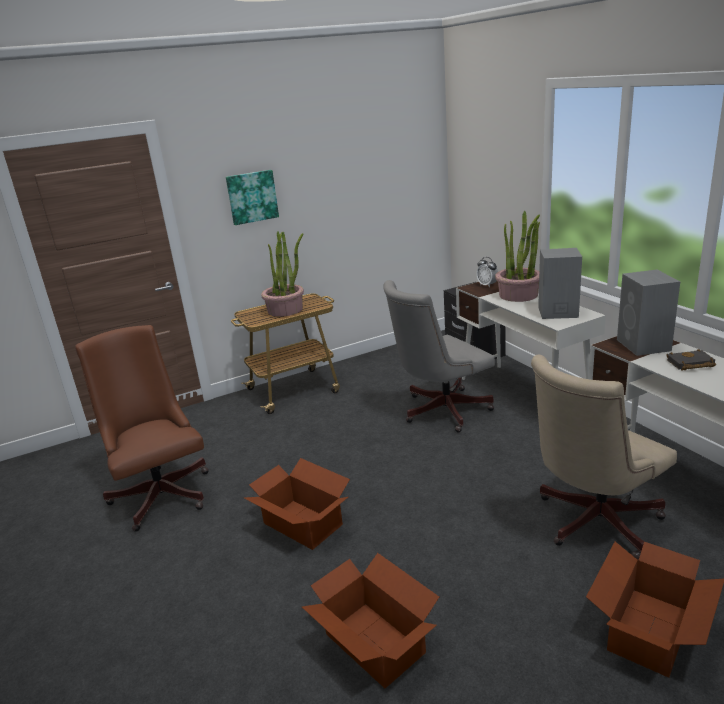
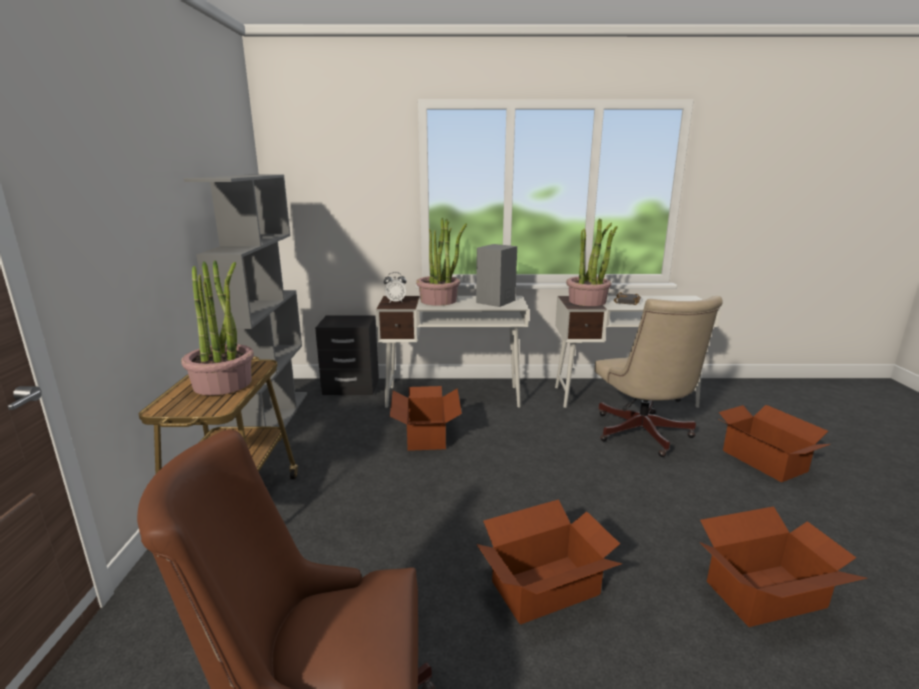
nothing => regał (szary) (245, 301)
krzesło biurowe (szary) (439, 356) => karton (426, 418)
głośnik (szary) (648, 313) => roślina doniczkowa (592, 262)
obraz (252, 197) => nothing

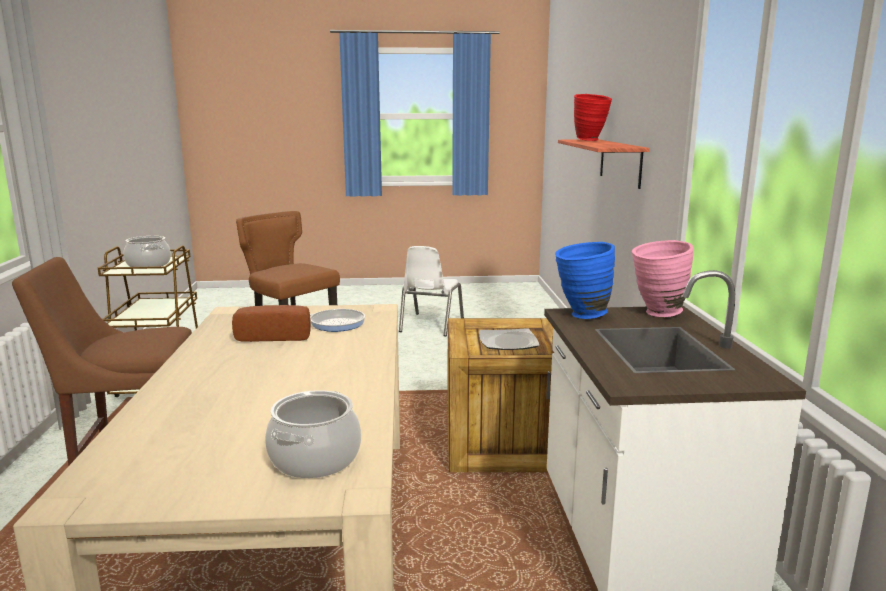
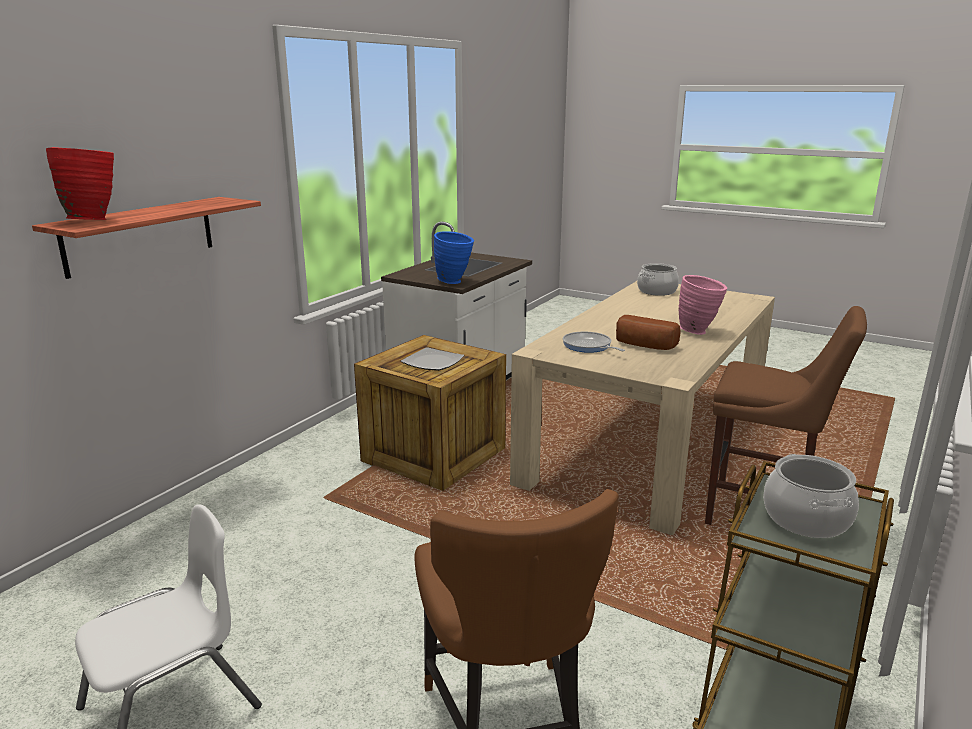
wazon (różowy) (662, 278) => wazon (różowy) (703, 305), relocated

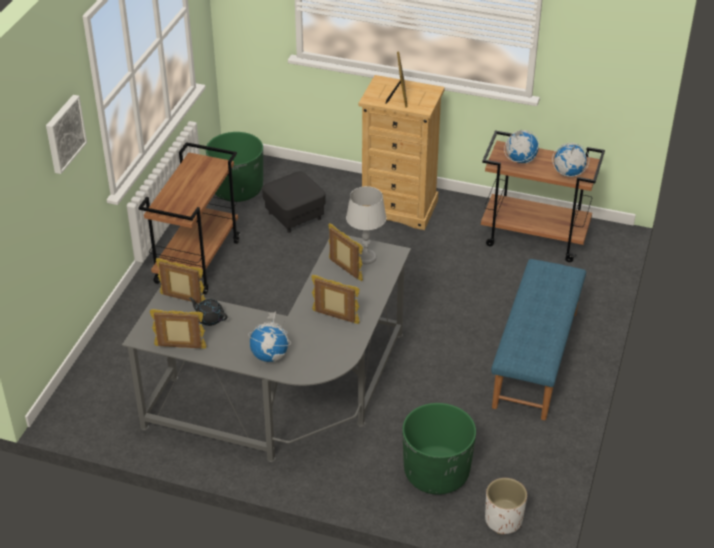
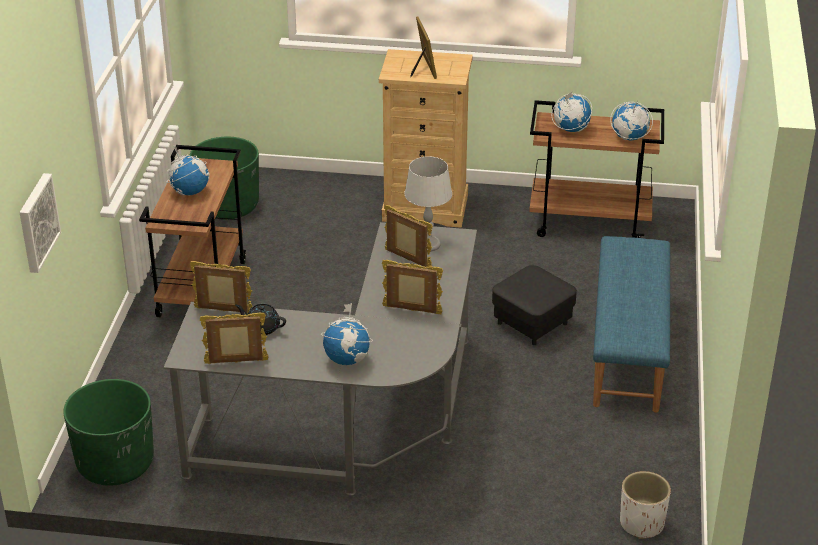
obraz (66, 134) => obraz (40, 223), relocated
donica (zielony) (439, 449) => donica (zielony) (108, 432), relocated
nothing => globus (188, 171)
pufa (czarny) (294, 202) => pufa (czarny) (534, 305), relocated

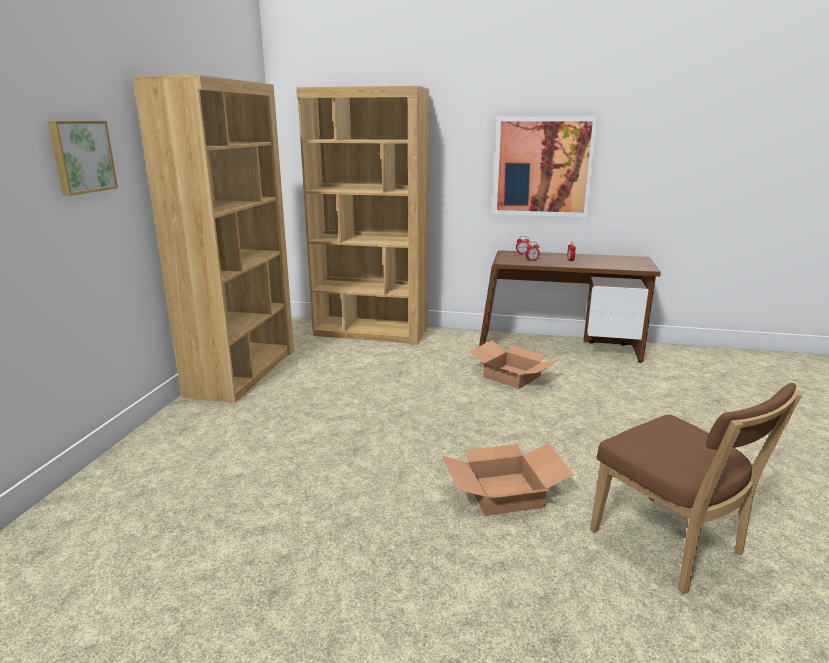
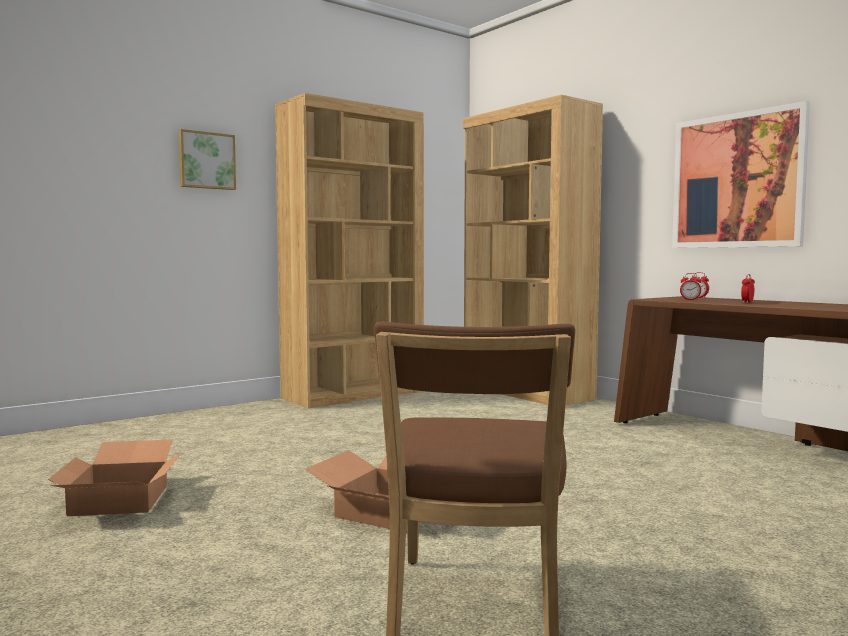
karton (514, 365) => karton (114, 478), relocated

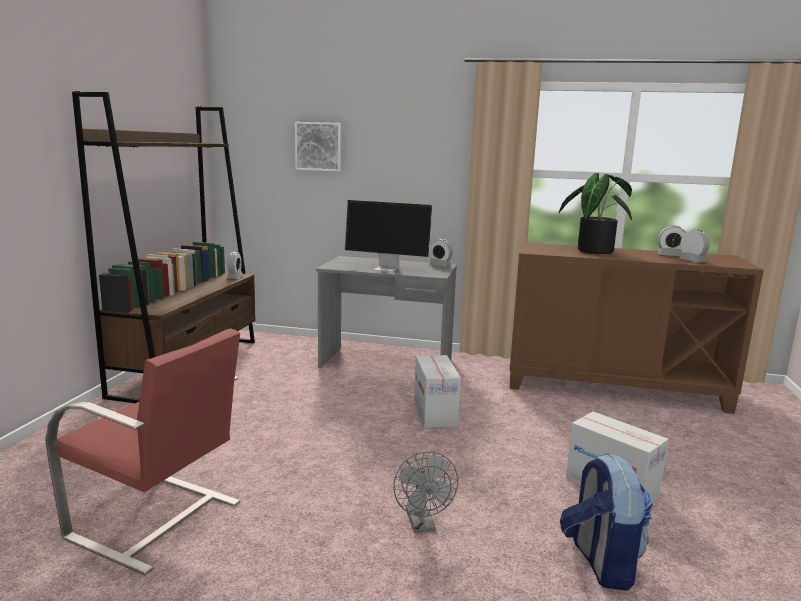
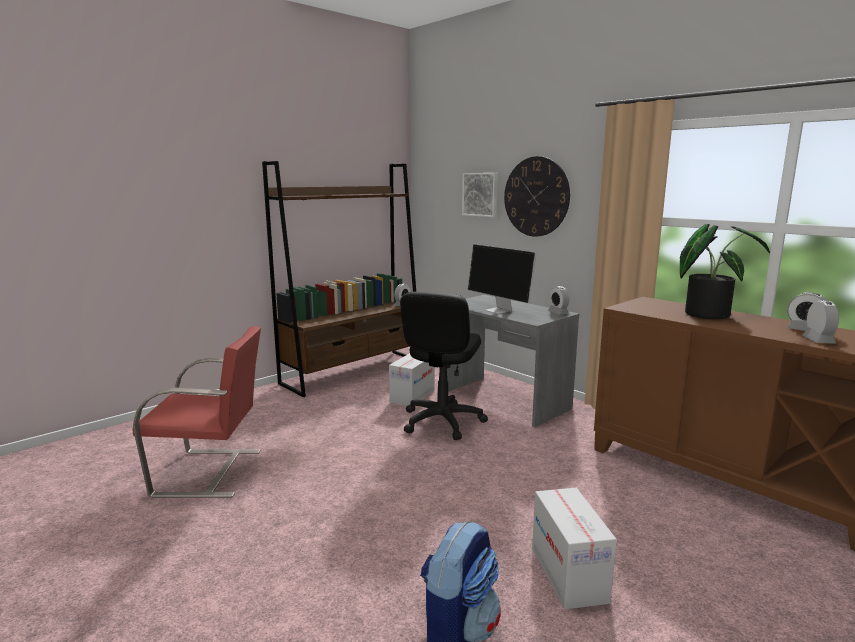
krzesło (czerwony) (142, 451) => krzesło (czerwony) (196, 412), 60 degrees counterclockwise
karton (437, 391) => karton (412, 379), relocated
nothing => krzesło biurowe (czarny) (444, 366)
nothing => zegar ścienny (537, 196)
wentylator (szary) (425, 492) => nothing

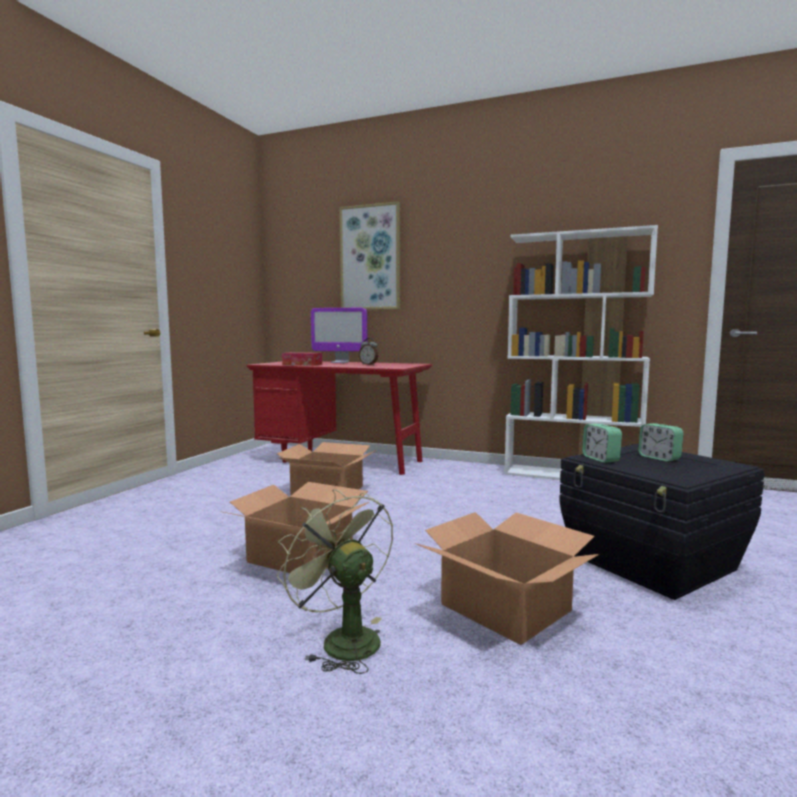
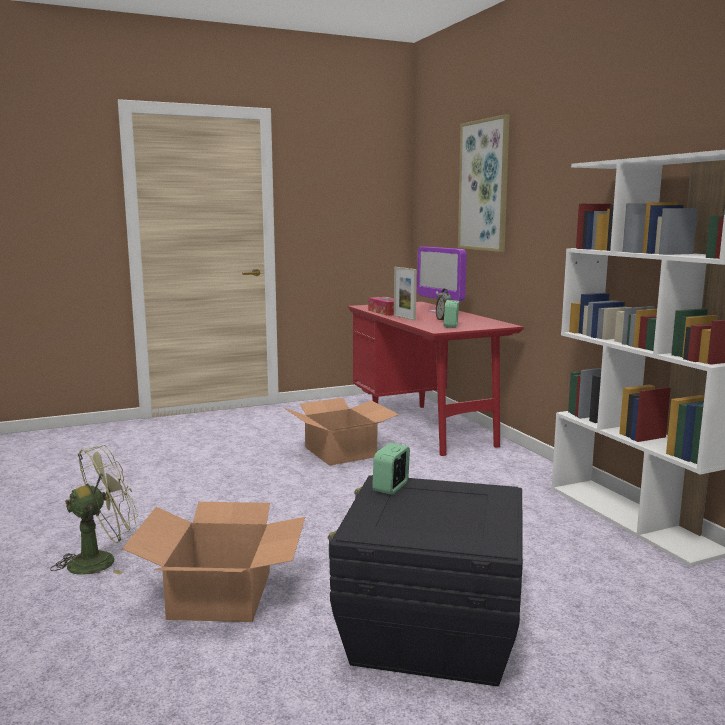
wentylator (zielony) (335, 581) => wentylator (zielony) (94, 510), 45 degrees clockwise
nothing => ramka na zdjęcie (405, 294)
budzik (660, 442) => budzik (451, 314), relocated
karton (296, 527) => nothing

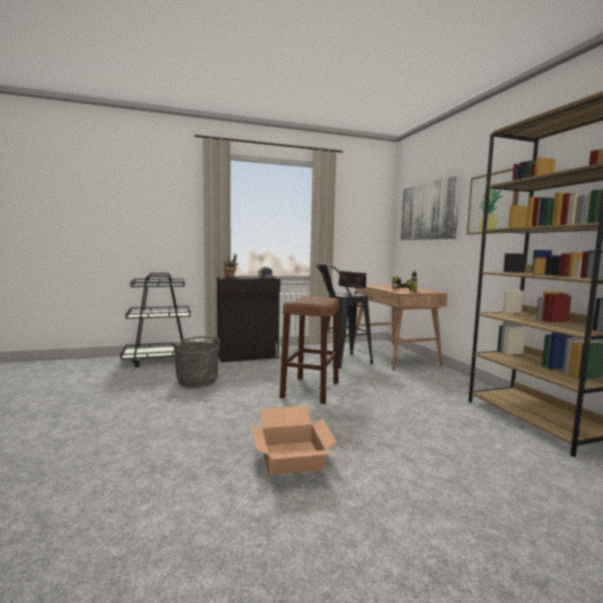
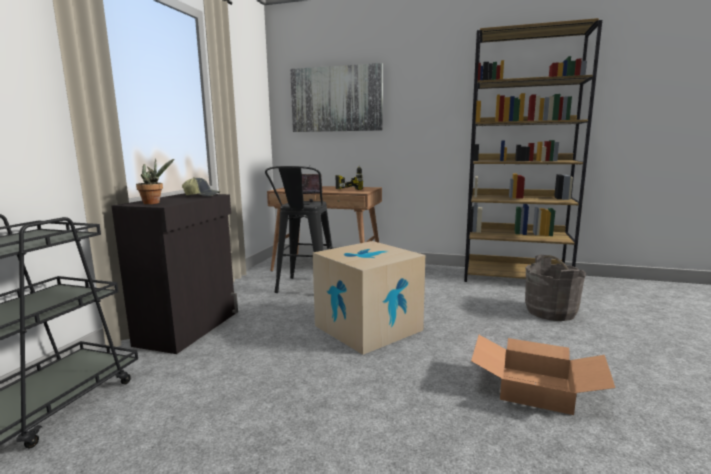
stołek (brązowy) (310, 350) => karton (369, 298)
wiadro (szary) (196, 362) => wiadro (szary) (555, 288), relocated
obraz (493, 201) => nothing

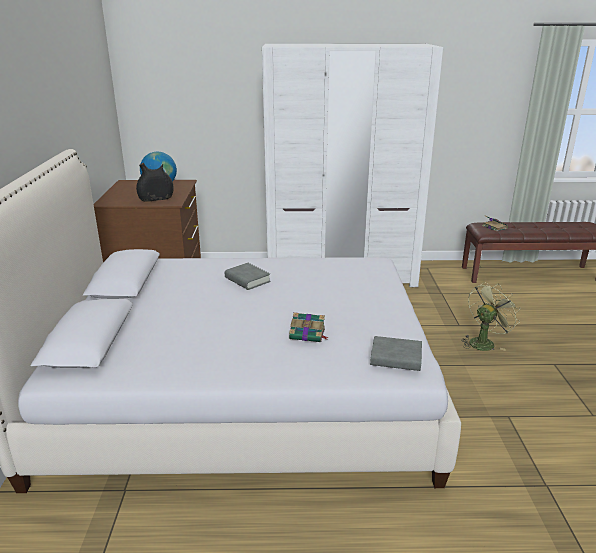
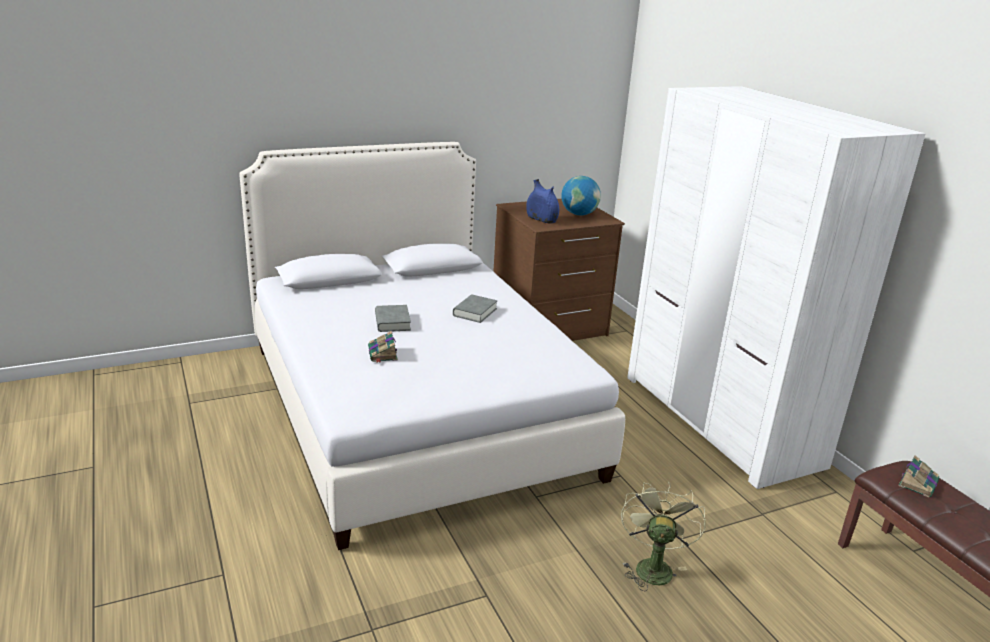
książka (szary) (396, 353) => książka (szary) (393, 318), relocated
wazon (czarny) (155, 182) => wazon (niebieski) (542, 201)
wentylator (zielony) (491, 316) => wentylator (zielony) (663, 536), 105 degrees counterclockwise

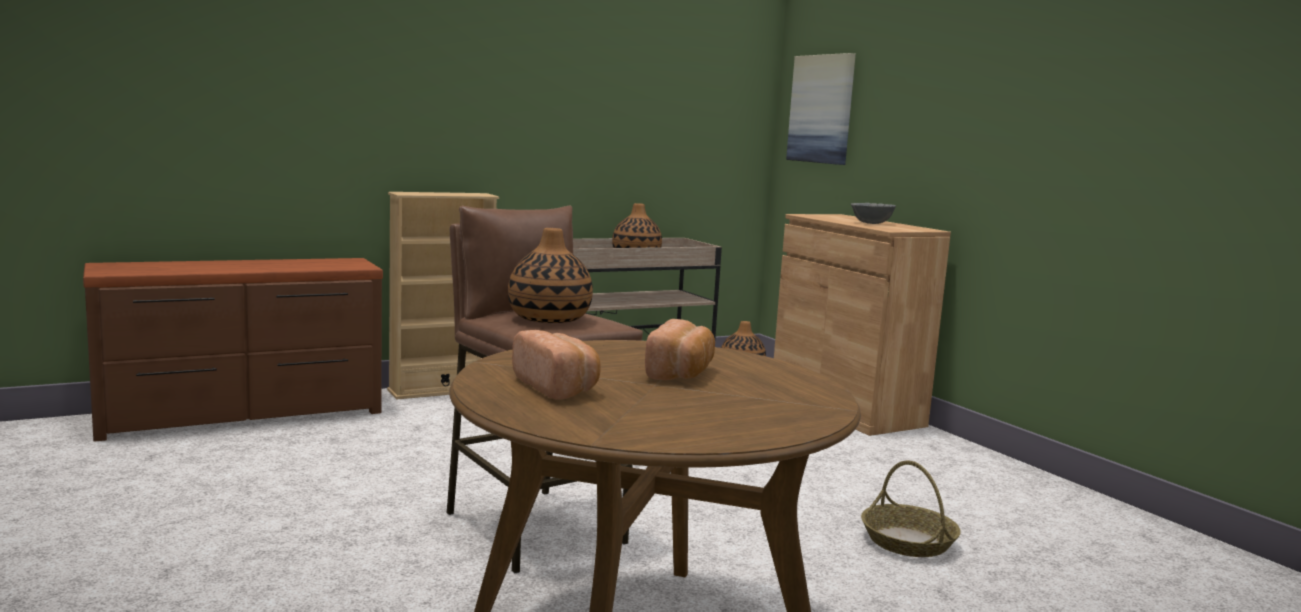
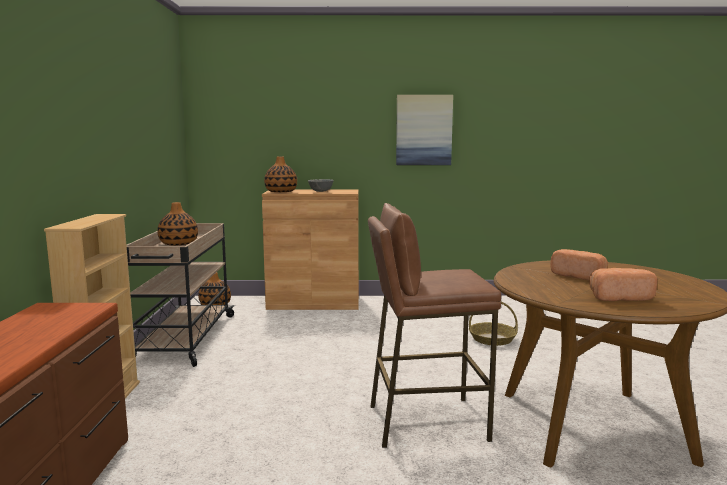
wazon (550, 275) => wazon (280, 174), relocated
obraz (821, 109) => obraz (424, 130), relocated

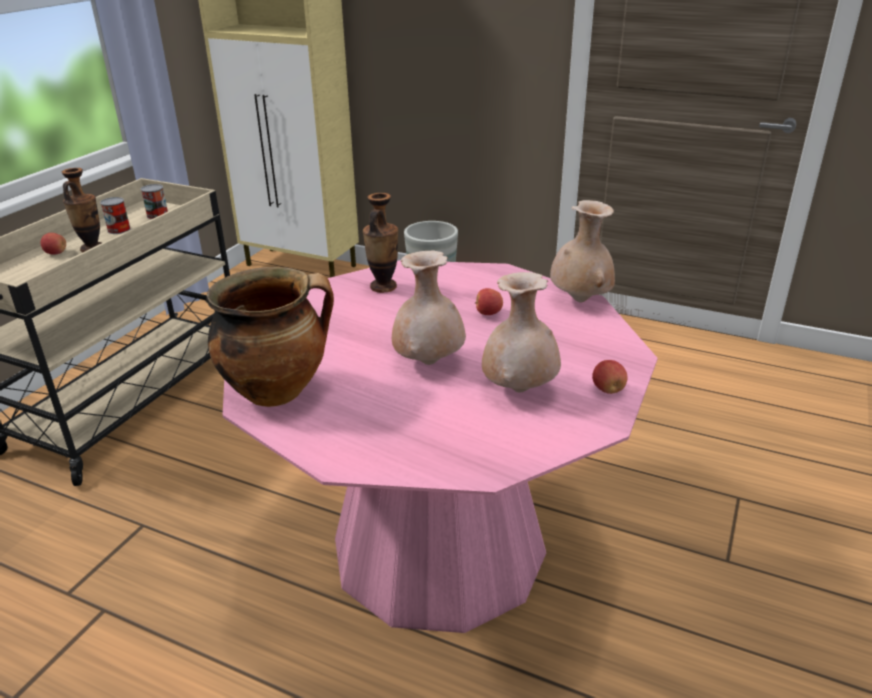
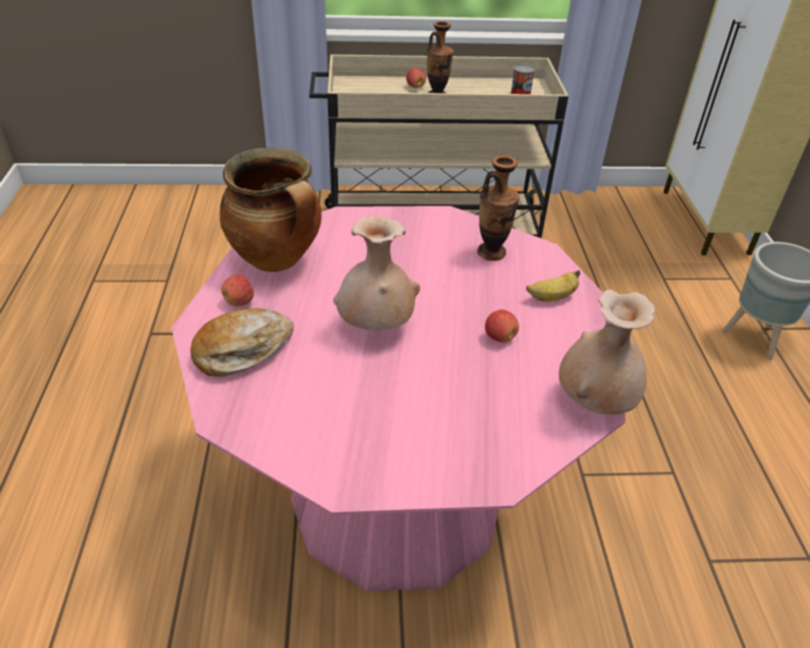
nothing => chleb (242, 342)
jabłko (610, 377) => jabłko (237, 290), relocated
nothing => banan (553, 286)
puszka (115, 215) => nothing
wazon (beżowy) (521, 332) => nothing

